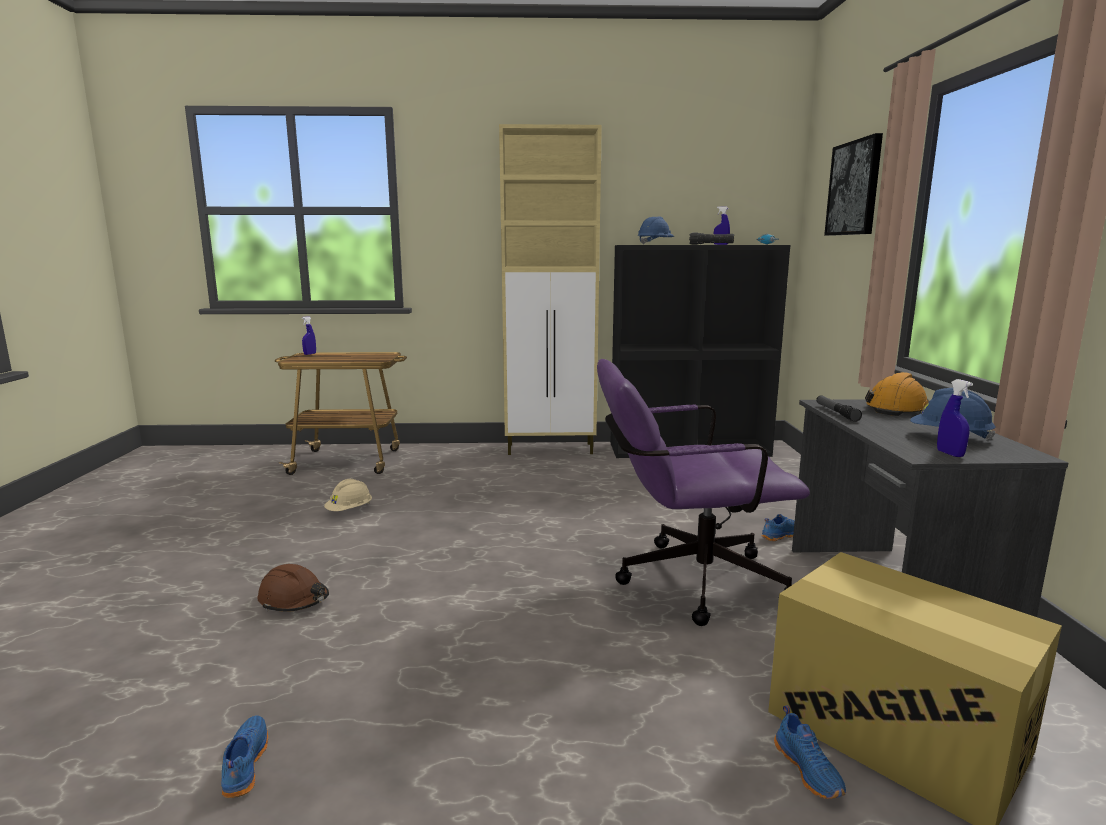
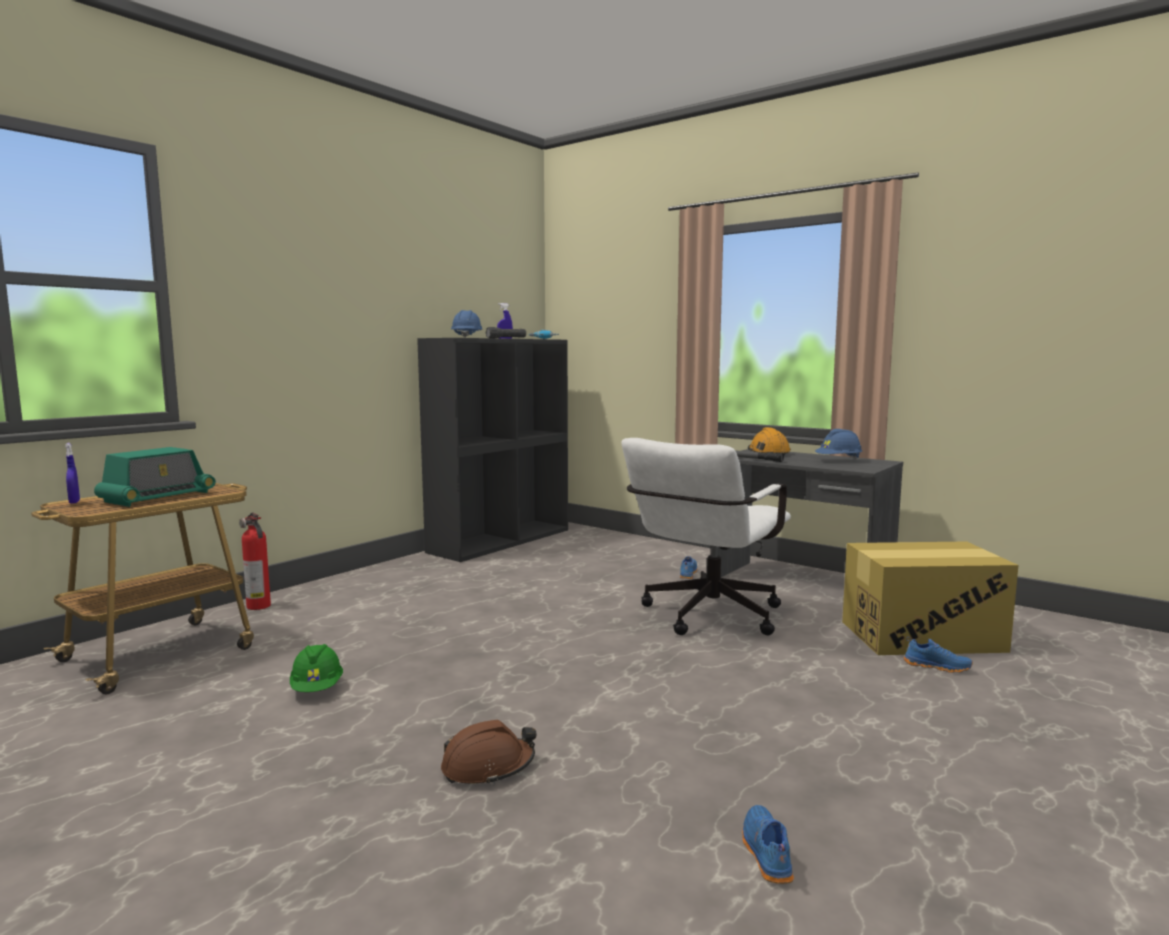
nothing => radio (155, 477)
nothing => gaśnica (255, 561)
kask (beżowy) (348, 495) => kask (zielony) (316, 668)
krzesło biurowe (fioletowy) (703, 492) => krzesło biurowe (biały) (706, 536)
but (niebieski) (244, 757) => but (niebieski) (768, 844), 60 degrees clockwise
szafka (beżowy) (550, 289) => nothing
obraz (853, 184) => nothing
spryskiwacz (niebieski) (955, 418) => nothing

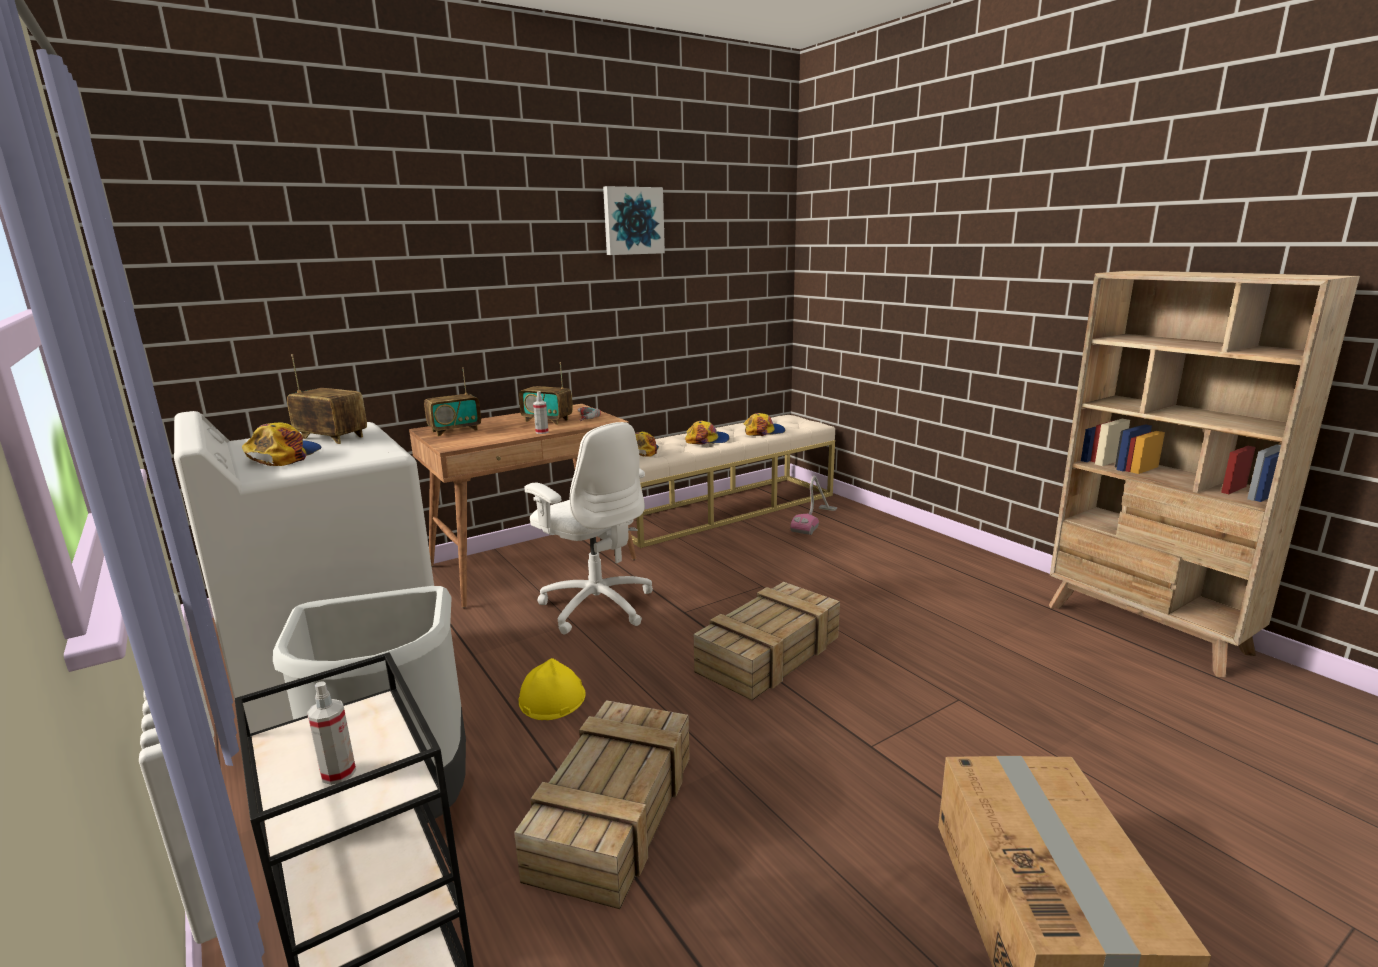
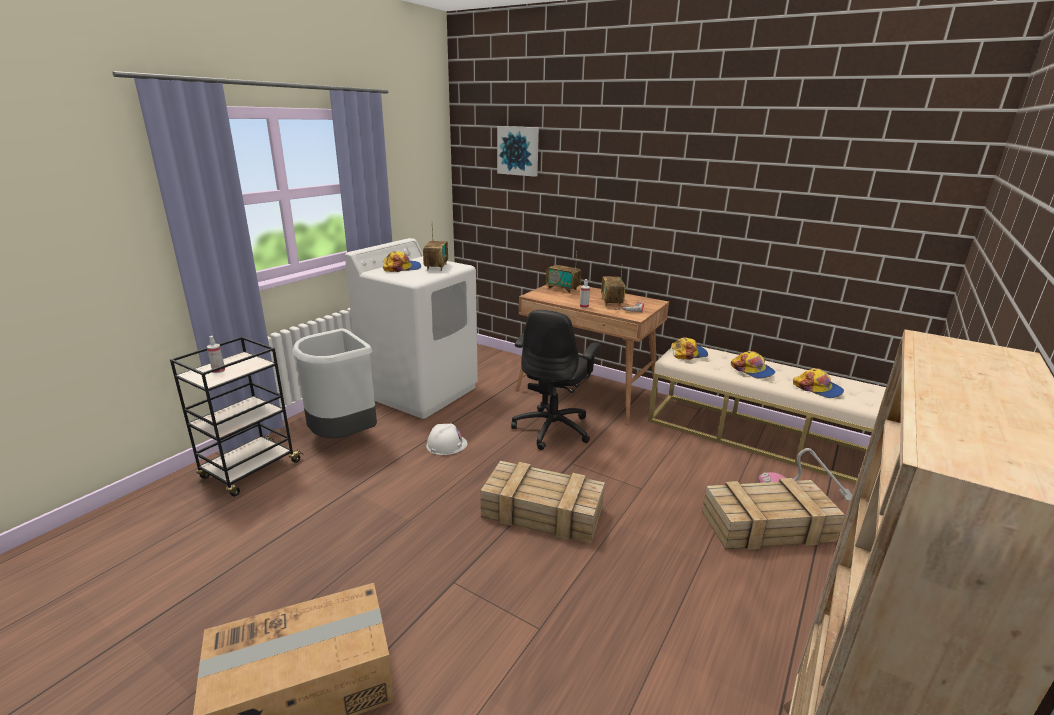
kask (żółty) (552, 689) => kask (biały) (447, 439)
obraz (634, 220) => obraz (518, 151), relocated
krzesło biurowe (biały) (588, 528) => krzesło biurowe (czarny) (556, 380)
skrzynka (602, 804) => skrzynka (773, 514), relocated

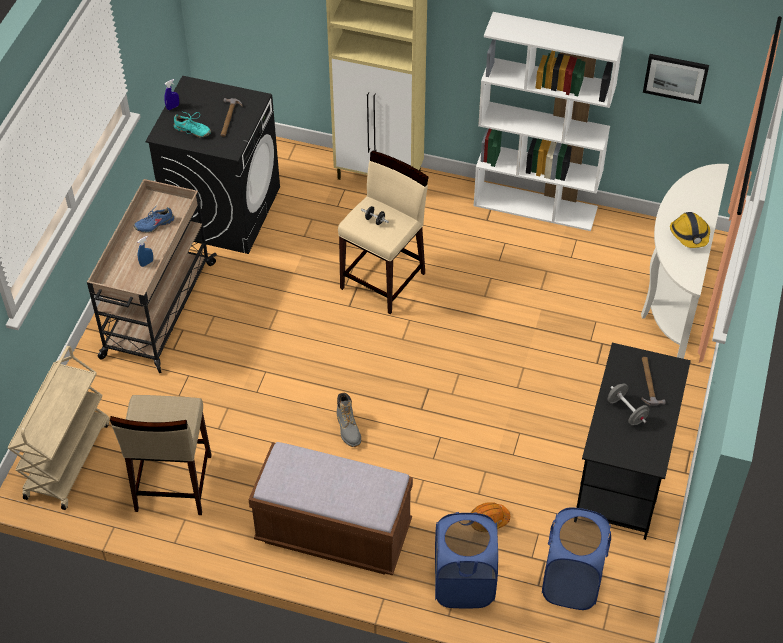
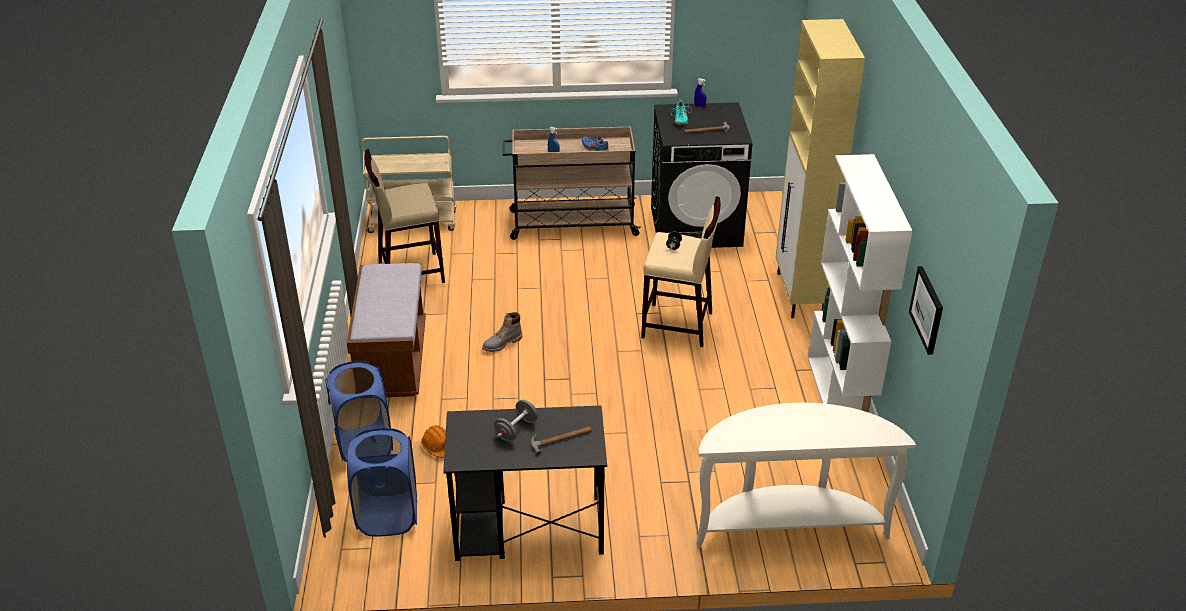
kask (690, 230) => nothing

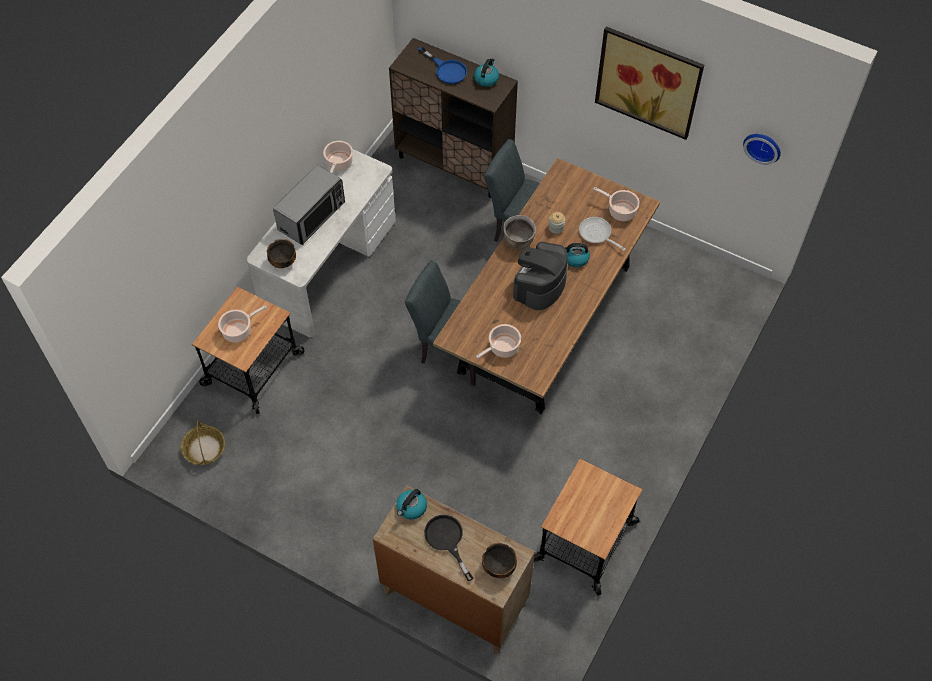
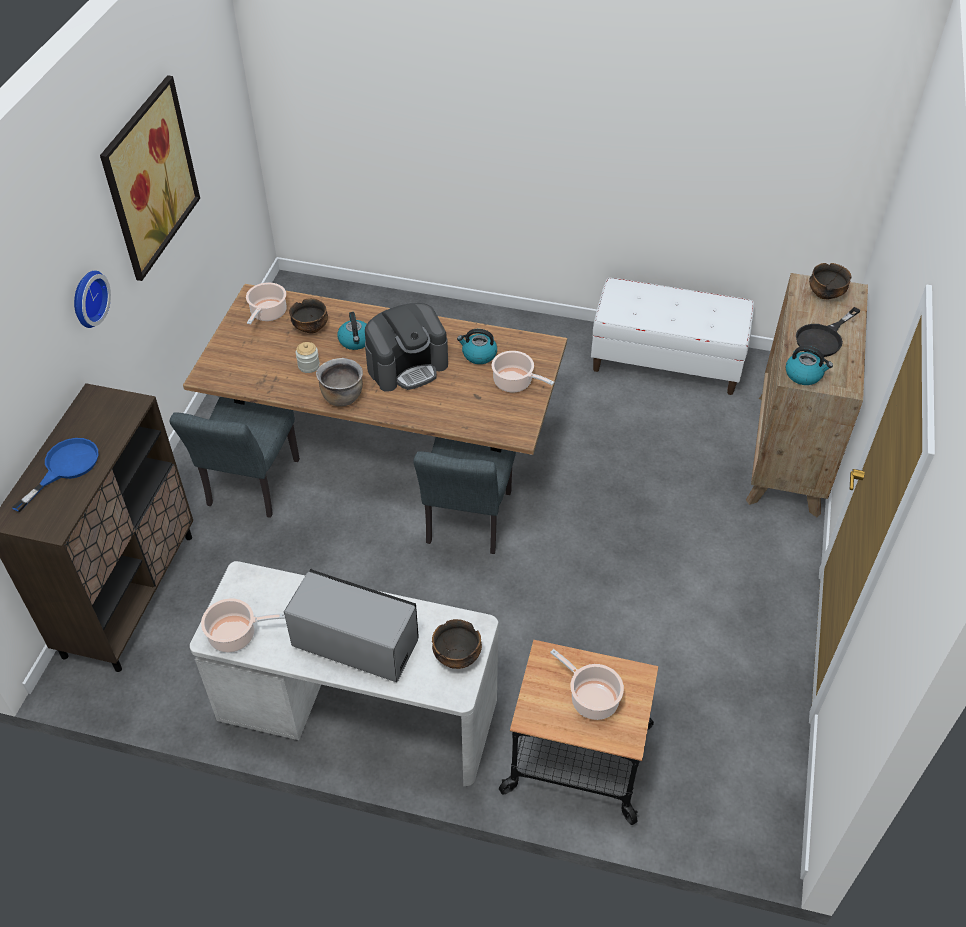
zegar ścienny (762, 149) => zegar ścienny (92, 299), relocated
patelnia (602, 234) => miska (308, 316)
ekspres do kawy (540, 276) => ekspres do kawy (406, 347), 45 degrees counterclockwise
czajnik (486, 72) => czajnik (477, 346), relocated
wózek (588, 527) => ławka (biały) (672, 336)
koszyk (203, 443) => nothing

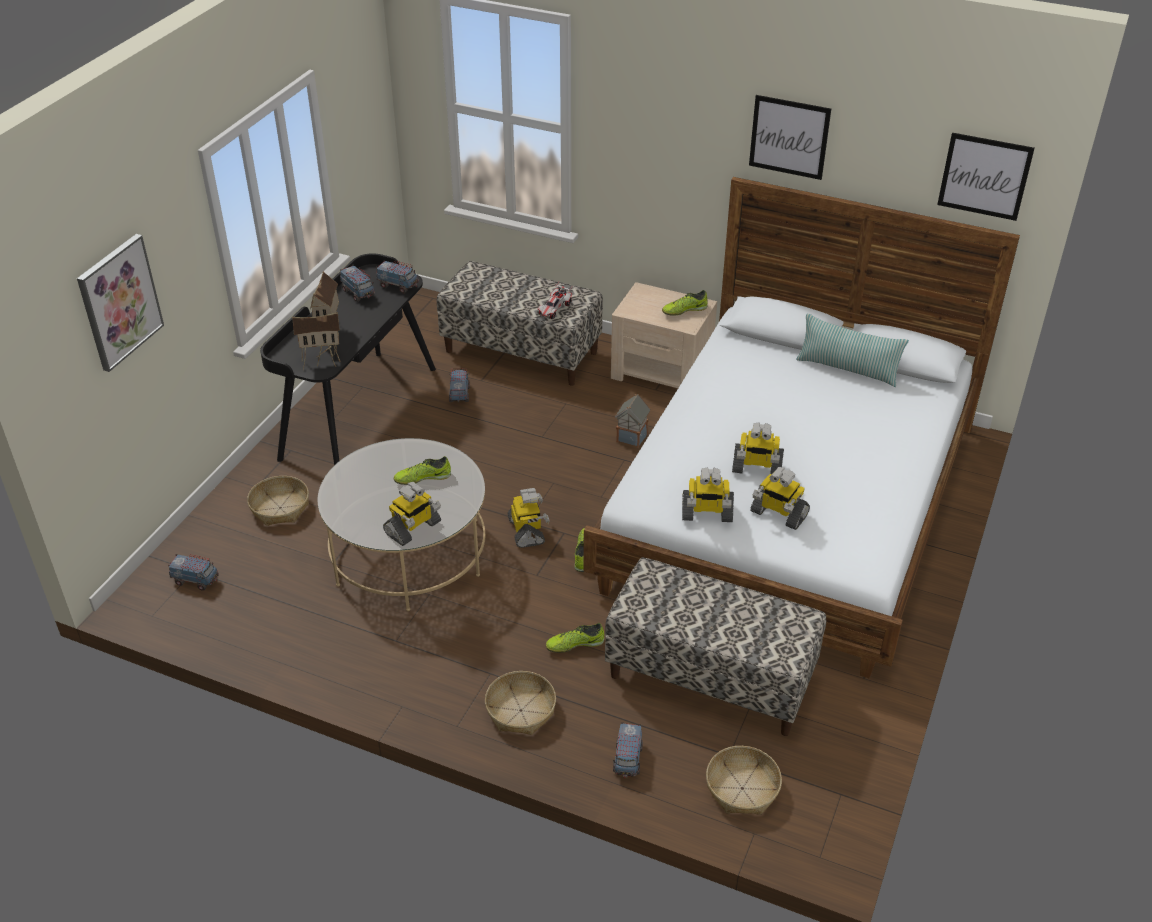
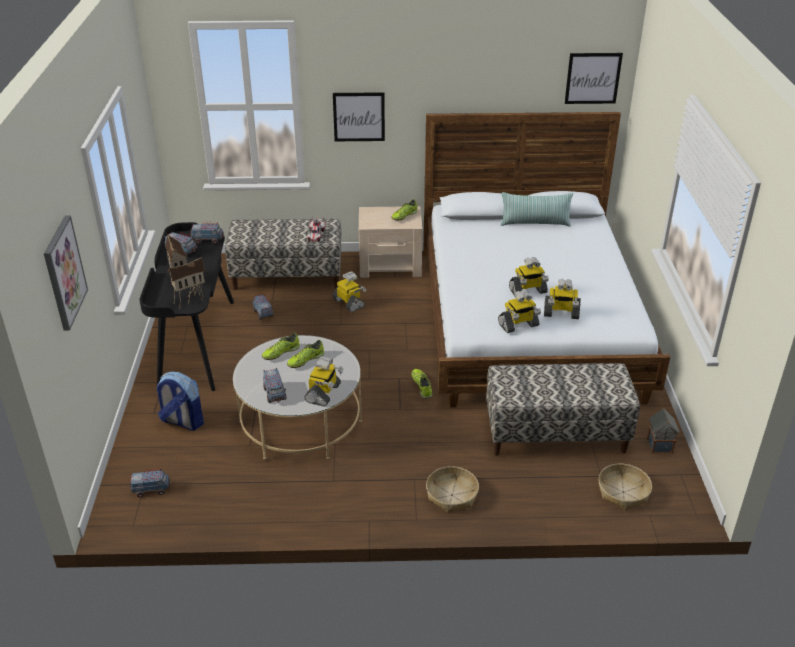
koszyk (278, 501) => plecak (180, 401)
but (575, 638) => but (281, 346), relocated
ciężarówka zabawkowa (628, 750) => ciężarówka zabawkowa (274, 385), relocated
robot zabawkowy (529, 518) => robot zabawkowy (349, 292), relocated
obraz (790, 137) => obraz (359, 116), relocated
domek (633, 421) => domek (663, 431), relocated

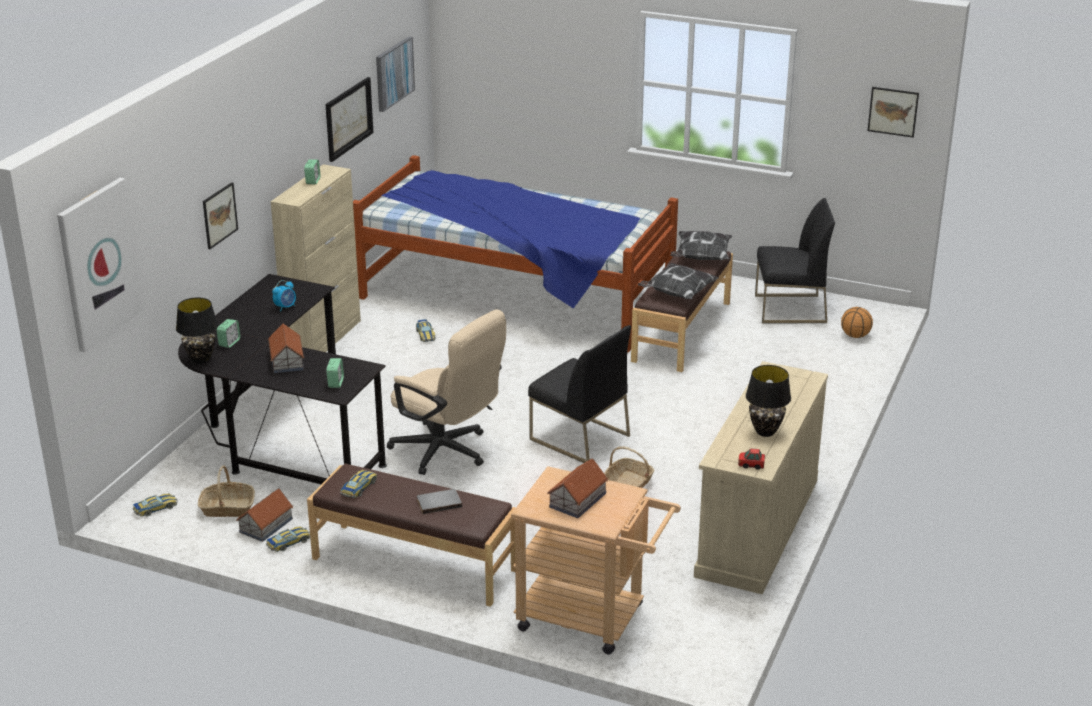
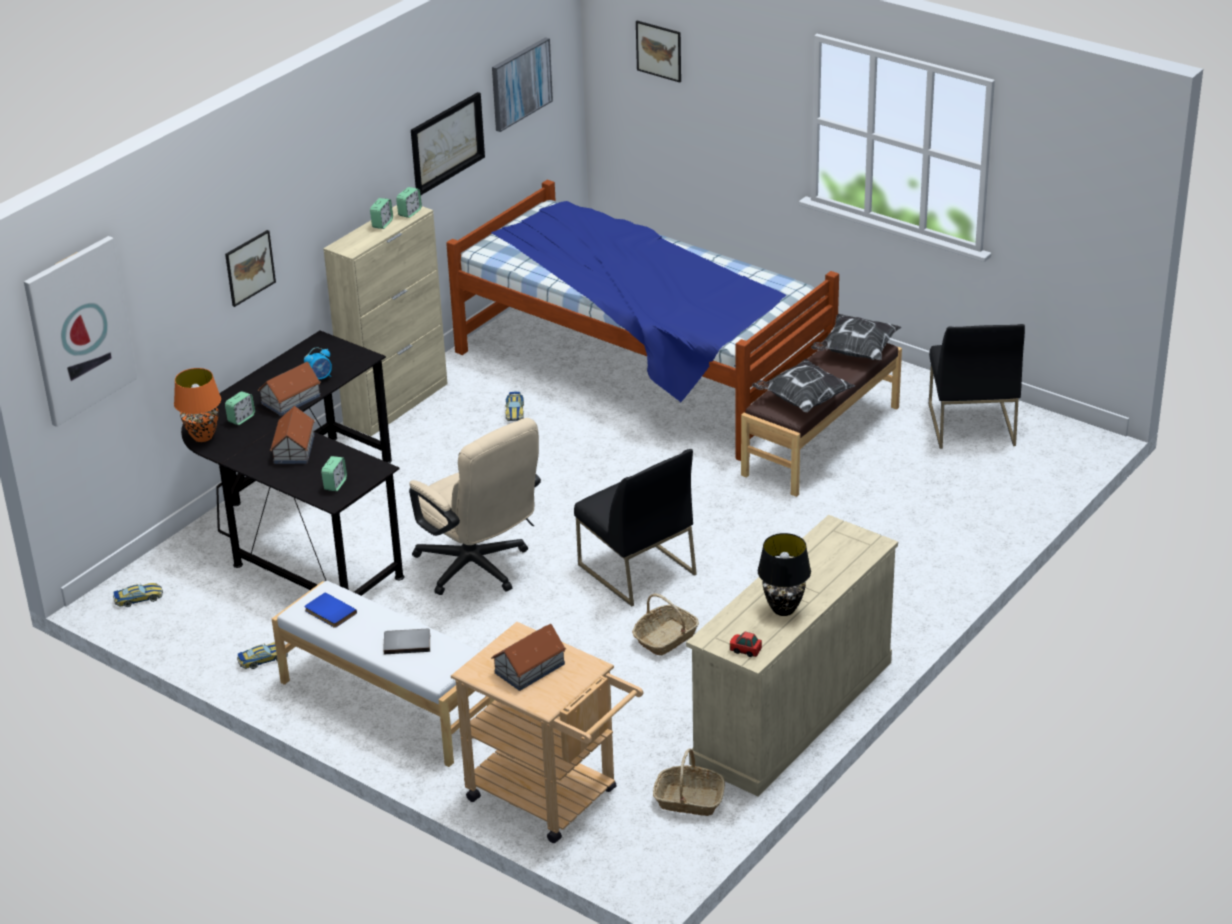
lampa stołowa (czarny) (197, 330) => lampa stołowa (pomarańczowy) (197, 405)
domek (264, 515) => domek (289, 389), relocated
ławka (brązowy) (411, 535) => ławka (biały) (383, 674)
samochodzik (358, 484) => książka (niebieski) (330, 610)
nothing => budzik (409, 202)
obraz (893, 112) => obraz (658, 51), relocated
koszyk (226, 491) => koszyk (689, 782), relocated
krzesło (czarny) (795, 260) => krzesło (czarny) (977, 386), 75 degrees clockwise
piłka do koszykówki (857, 322) => nothing

